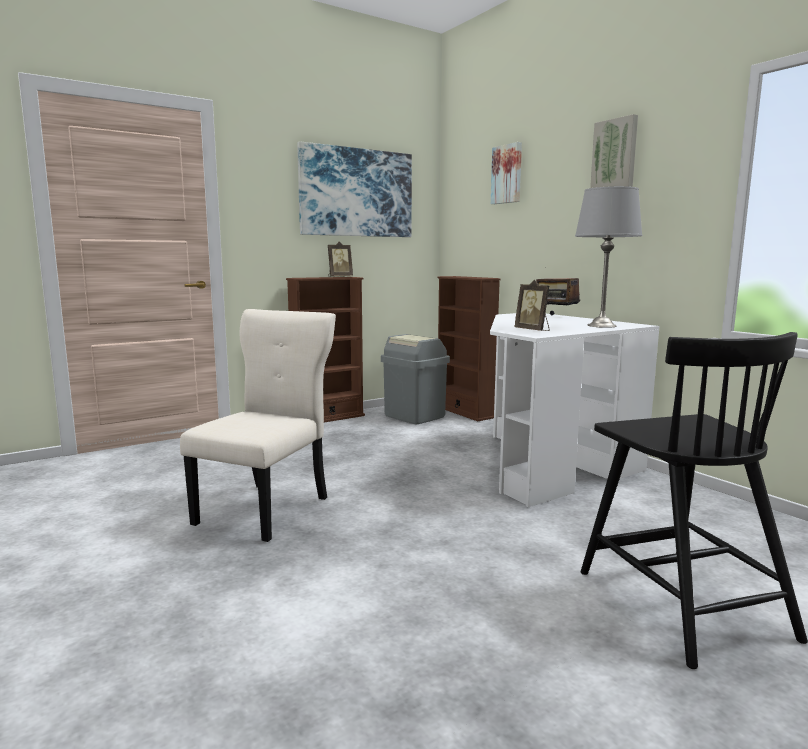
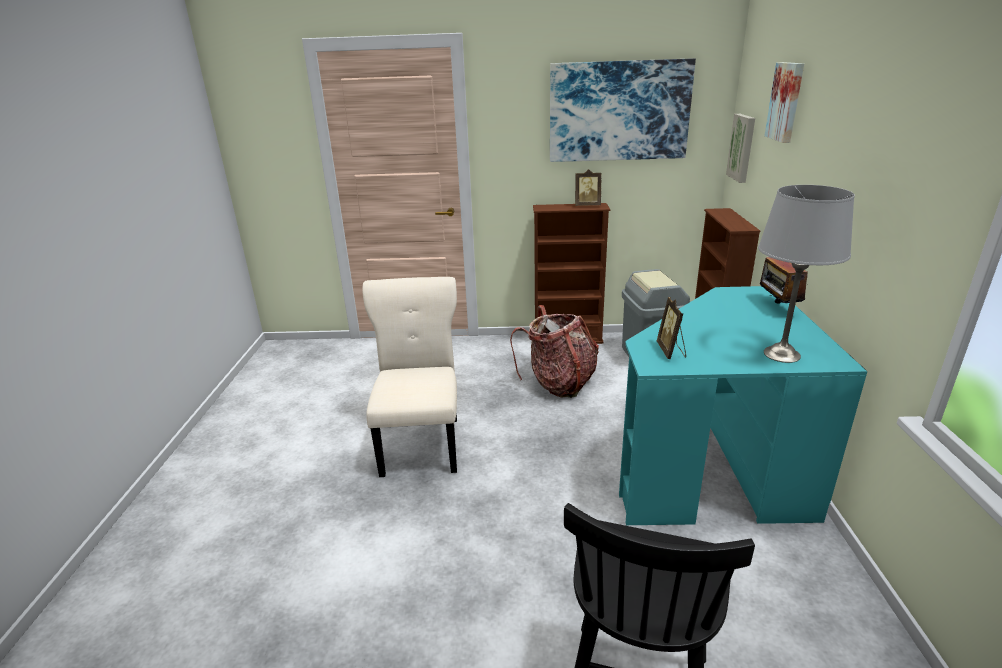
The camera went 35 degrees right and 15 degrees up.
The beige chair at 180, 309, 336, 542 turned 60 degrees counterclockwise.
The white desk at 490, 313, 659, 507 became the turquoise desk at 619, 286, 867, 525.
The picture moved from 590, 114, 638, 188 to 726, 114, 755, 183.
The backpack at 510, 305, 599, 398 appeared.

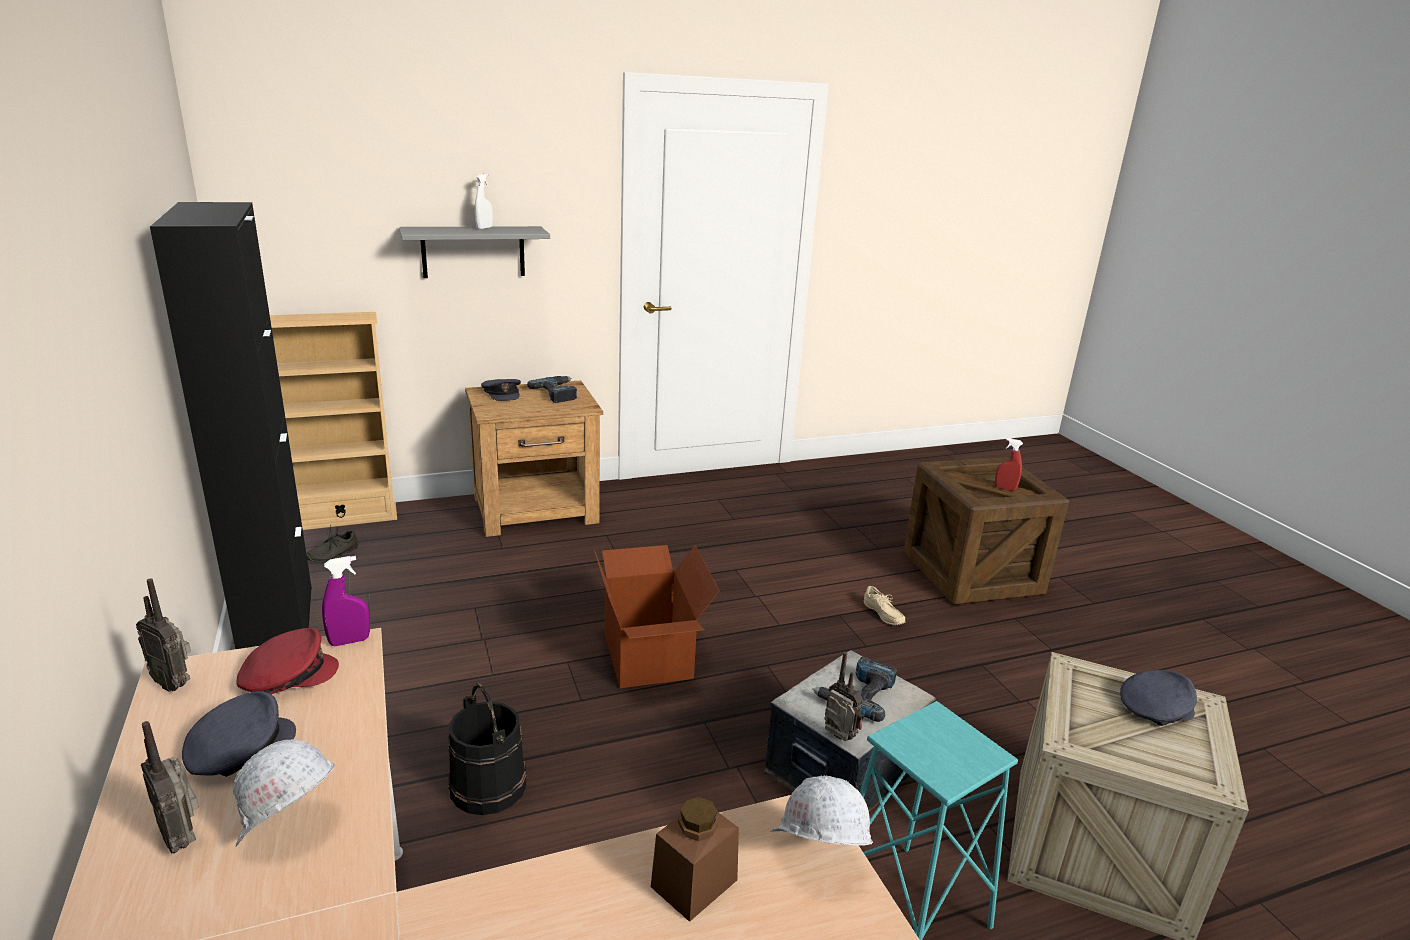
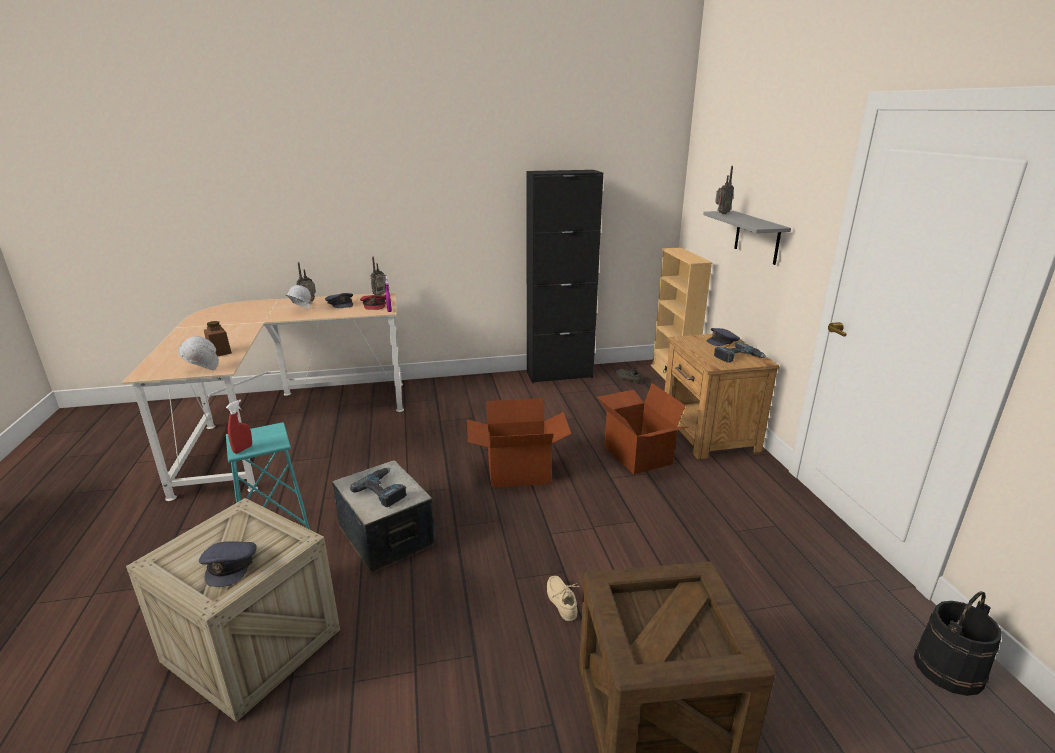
The camera went 100 degrees right and 0 degrees up.
The black bucket moved from 448, 683, 527, 815 to 914, 591, 1002, 696.
The white spray bottle at 475, 174, 493, 230 disappeared.
The radio moved from 824, 652, 864, 741 to 715, 166, 734, 214.
The beige shoe at 864, 586, 905, 625 turned 90 degrees clockwise.
The red spray bottle moved from 995, 438, 1023, 491 to 226, 399, 252, 454.
The cardboard box at 597, 383, 688, 474 appeared.

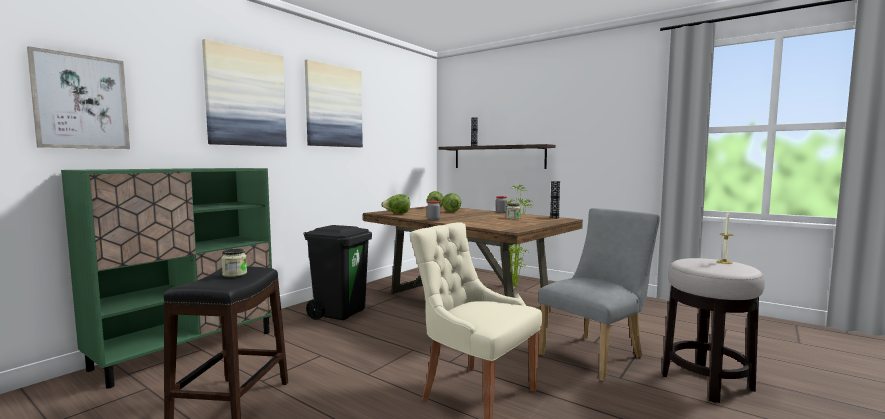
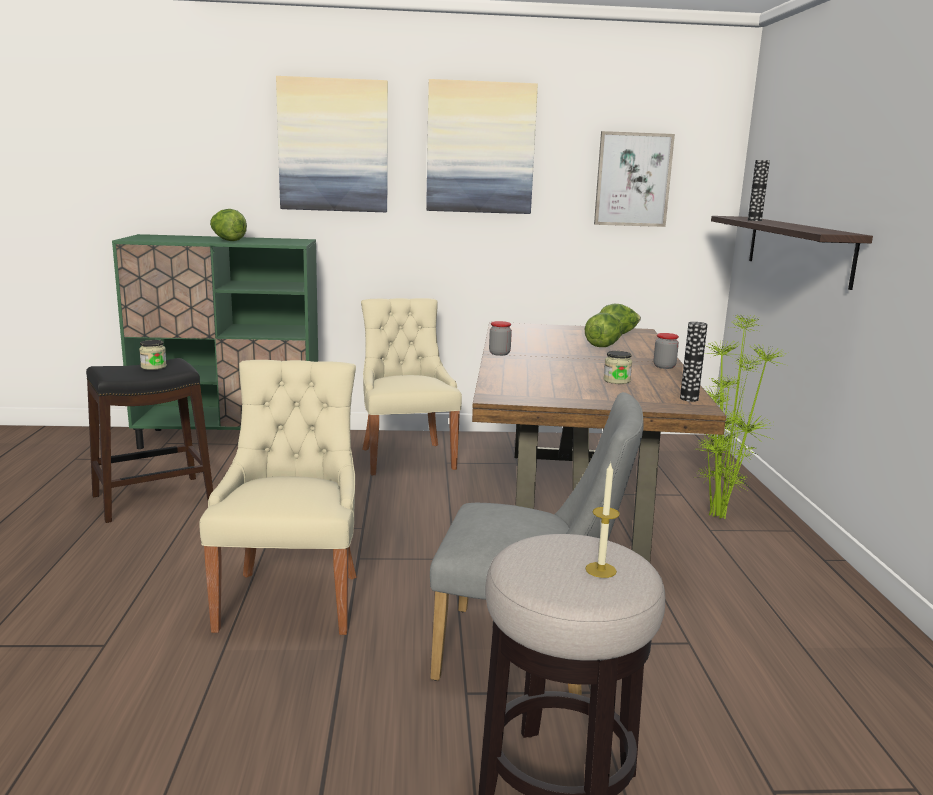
The camera went 50 degrees right and 10 degrees up.
The picture moved from 27, 46, 130, 149 to 594, 131, 675, 227.
The black trash can at 303, 225, 372, 320 was replaced by the beige chair at 361, 298, 462, 475.
The lettuce moved from 381, 194, 410, 214 to 210, 209, 247, 241.

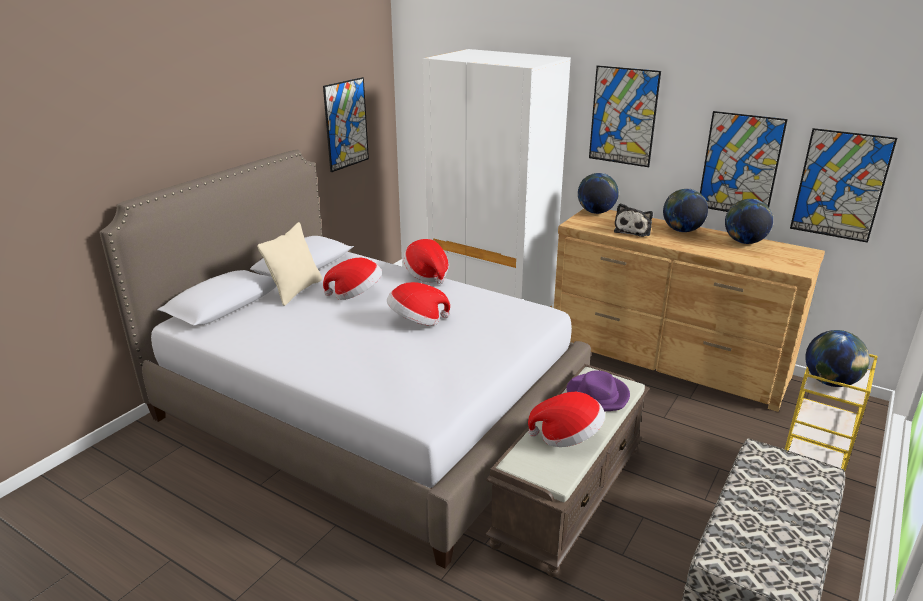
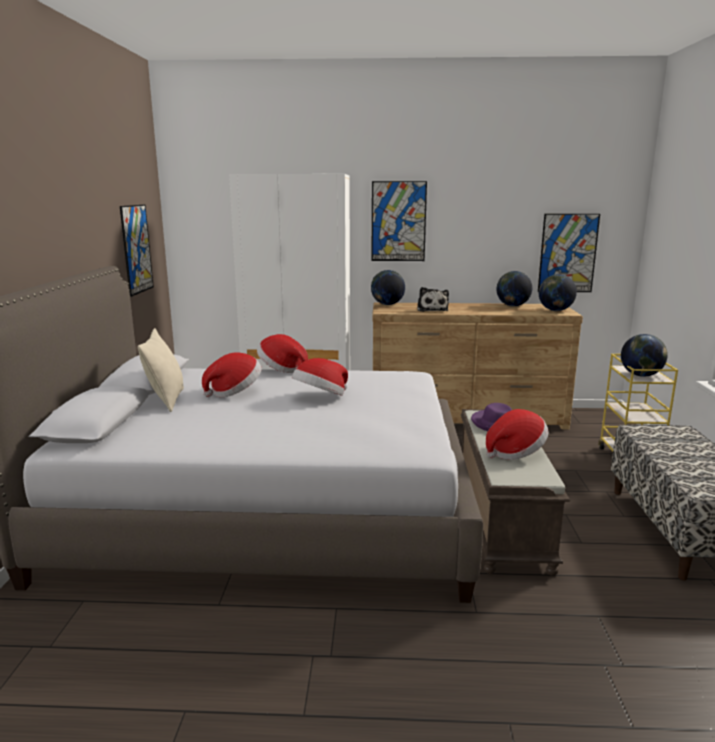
The camera went 30 degrees left and 10 degrees down.
The globe moved from 663, 189, 708, 232 to 539, 274, 577, 311.
The picture at 700, 111, 788, 212 disappeared.

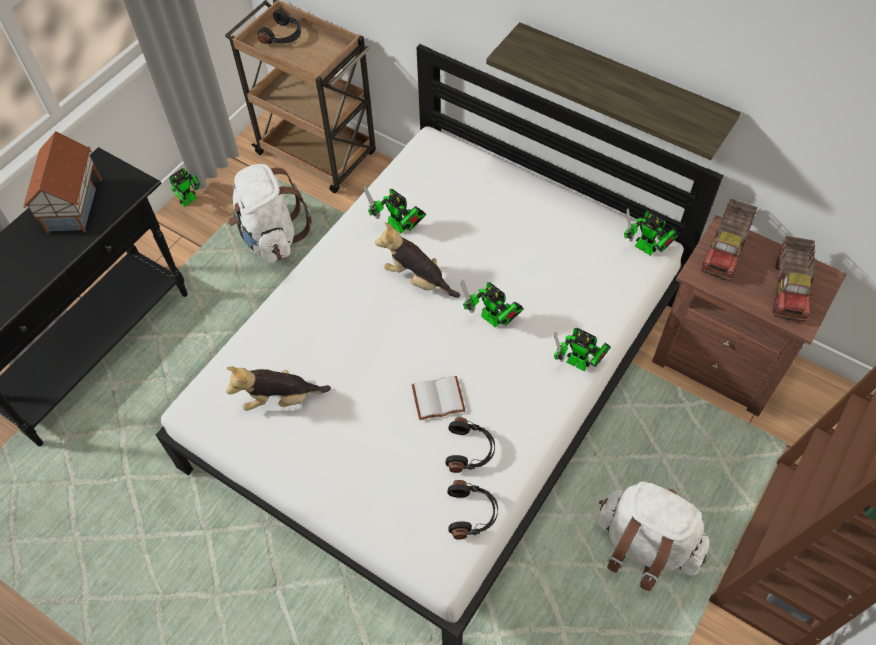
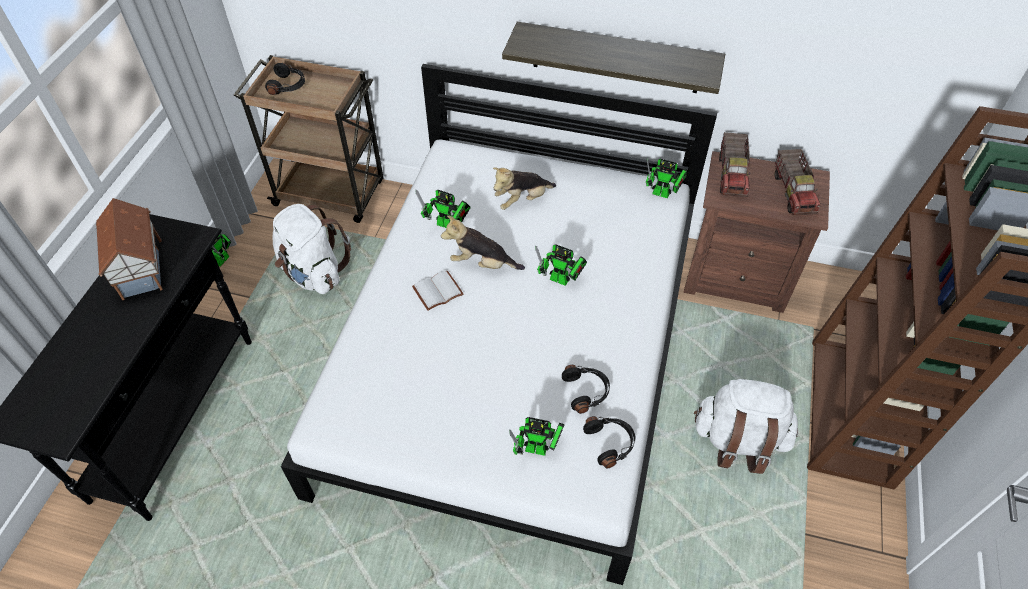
The camera went 20 degrees left and 5 degrees down.
The plush toy moved from 226, 366, 331, 411 to 493, 167, 556, 210.
The white book moved from 412, 376, 465, 420 to 412, 271, 464, 311.
The toy robot moved from 554, 328, 611, 371 to 509, 417, 564, 456.

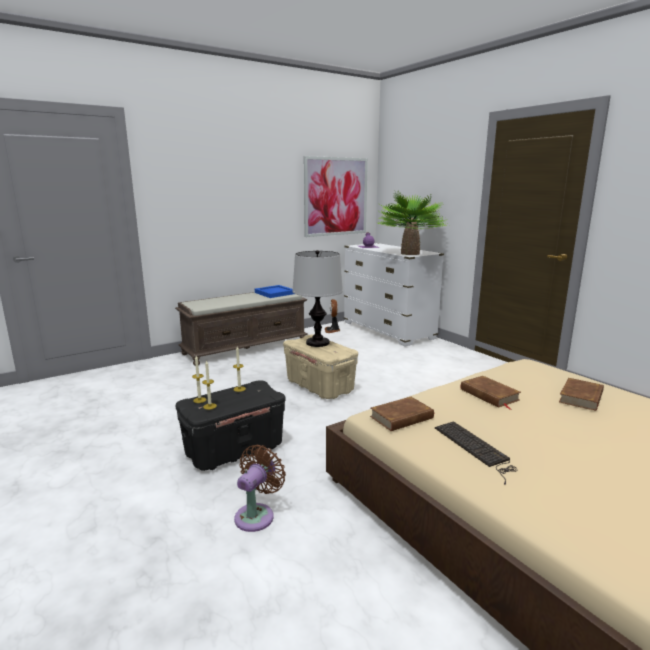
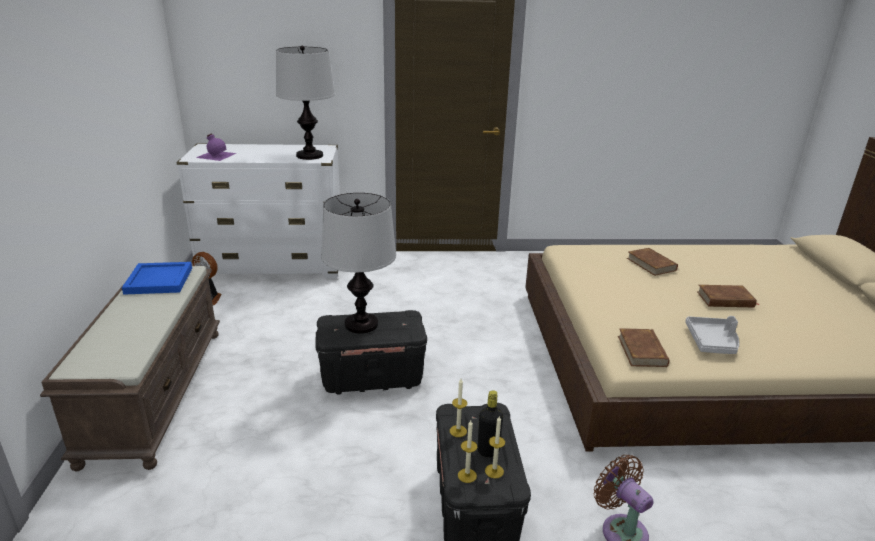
The camera went 60 degrees left and 10 degrees up.
The beige storage box at 283, 334, 358, 399 became the black storage box at 315, 310, 427, 395.
The picture at 304, 156, 368, 237 disappeared.
The potted plant at 377, 191, 448, 255 was replaced by the table lamp at 276, 46, 335, 160.
The keyboard at 435, 421, 518, 485 was replaced by the grey tray at 685, 316, 739, 354.
The brown book moved from 461, 376, 521, 409 to 697, 285, 759, 307.
The black bottle at 478, 390, 503, 457 appeared.

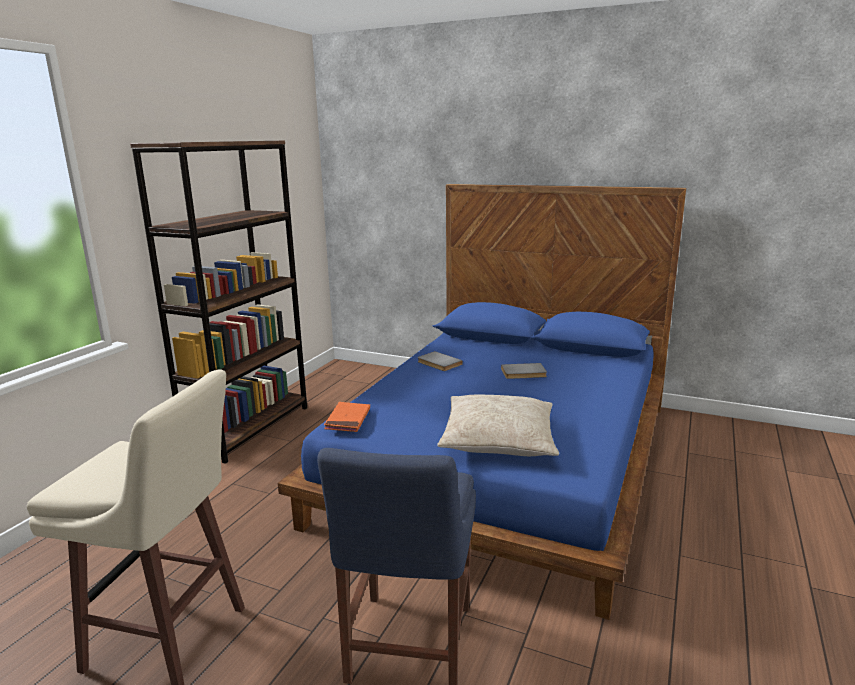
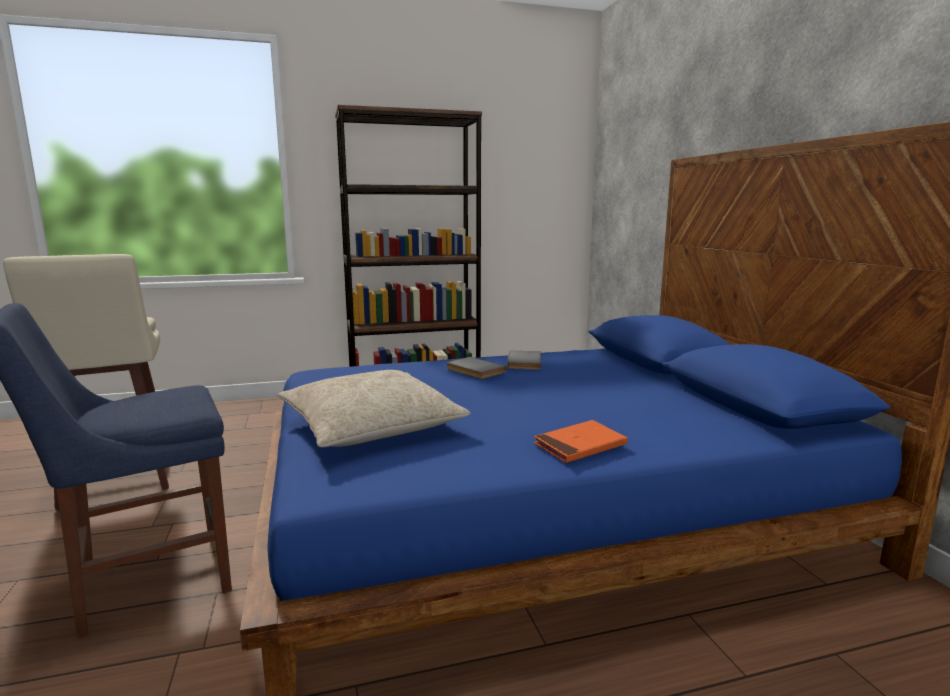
The camera went 50 degrees right and 5 degrees down.
The orange book moved from 324, 402, 370, 432 to 534, 420, 628, 463.
The grey book moved from 501, 363, 547, 379 to 447, 357, 506, 379.

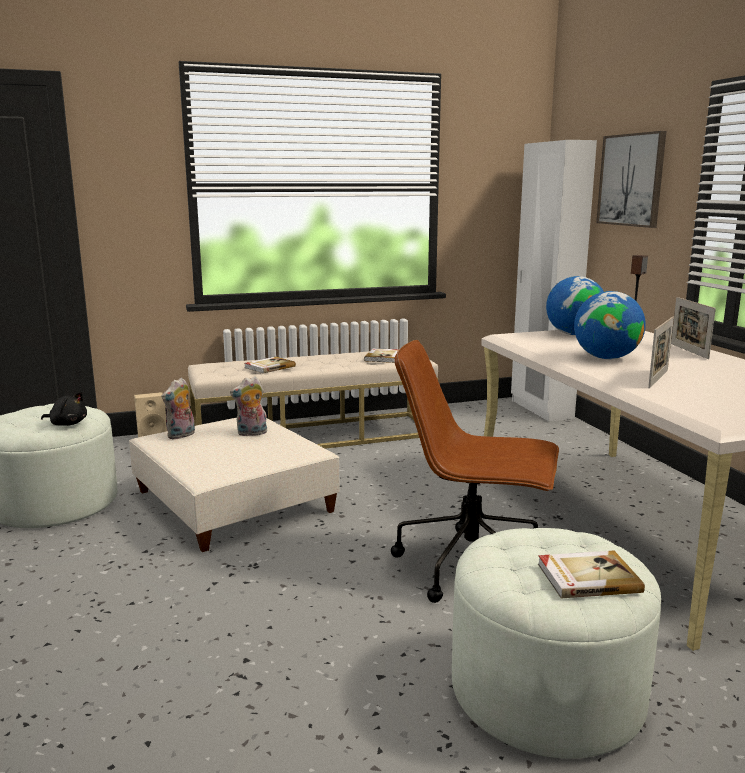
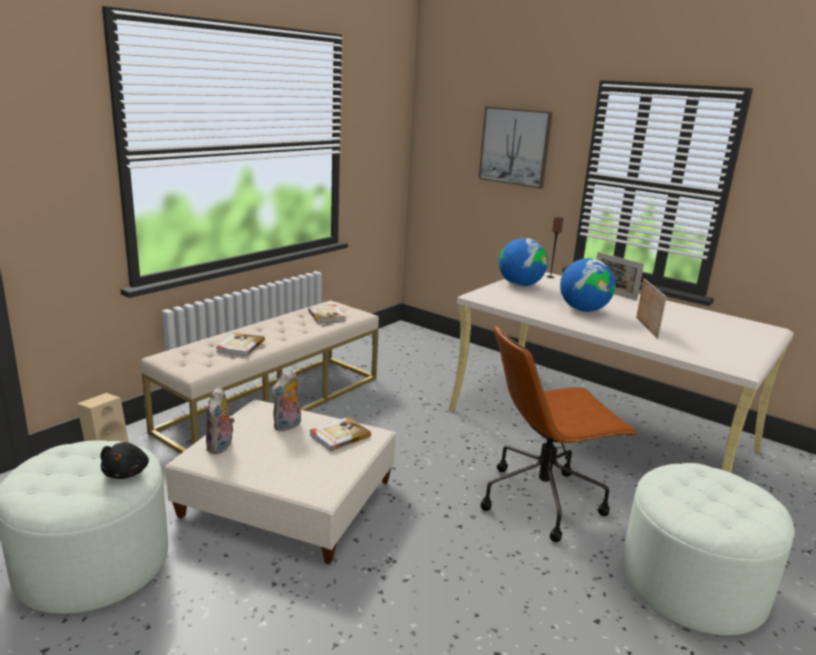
The camera went 35 degrees left and 5 degrees up.
The black plush toy at 41, 392, 87, 426 turned 105 degrees clockwise.
The white wardrobe at 511, 140, 597, 422 disappeared.
The book moved from 538, 551, 645, 599 to 310, 417, 371, 451.

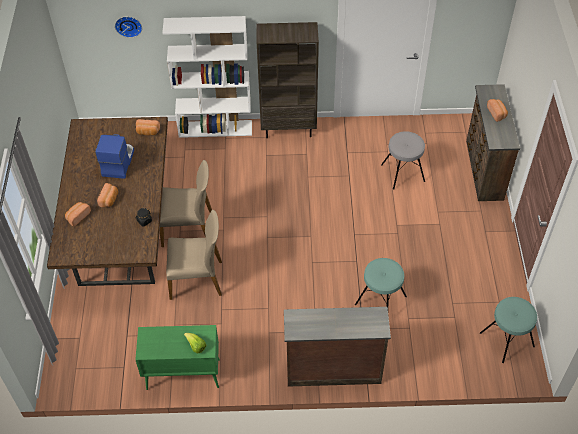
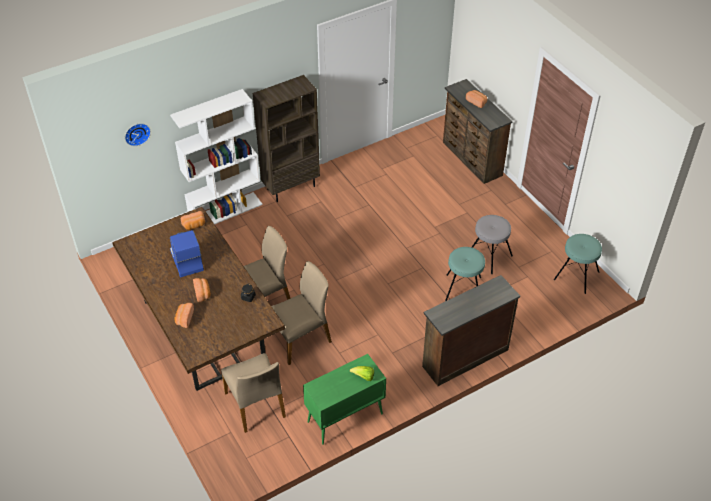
The camera went 30 degrees left and 5 degrees down.
The grey stool moved from 381, 131, 425, 190 to 472, 215, 513, 274.
The beige chair at 221, 353, 286, 433 appeared.

